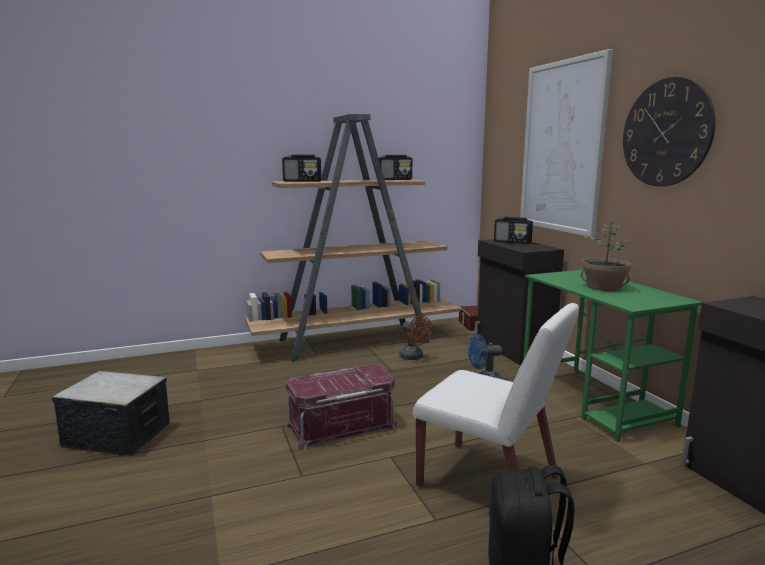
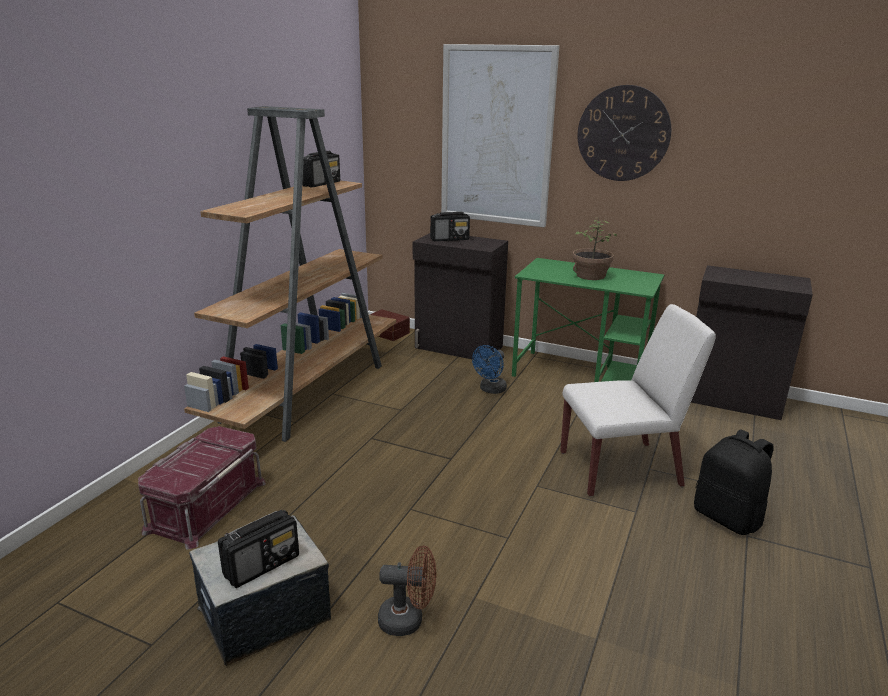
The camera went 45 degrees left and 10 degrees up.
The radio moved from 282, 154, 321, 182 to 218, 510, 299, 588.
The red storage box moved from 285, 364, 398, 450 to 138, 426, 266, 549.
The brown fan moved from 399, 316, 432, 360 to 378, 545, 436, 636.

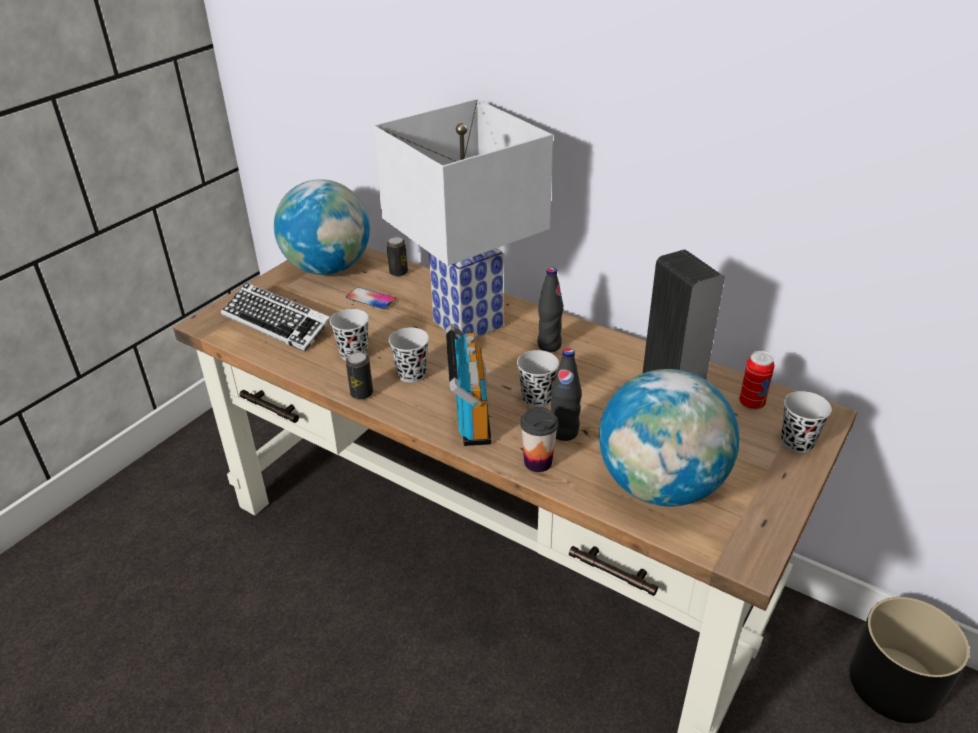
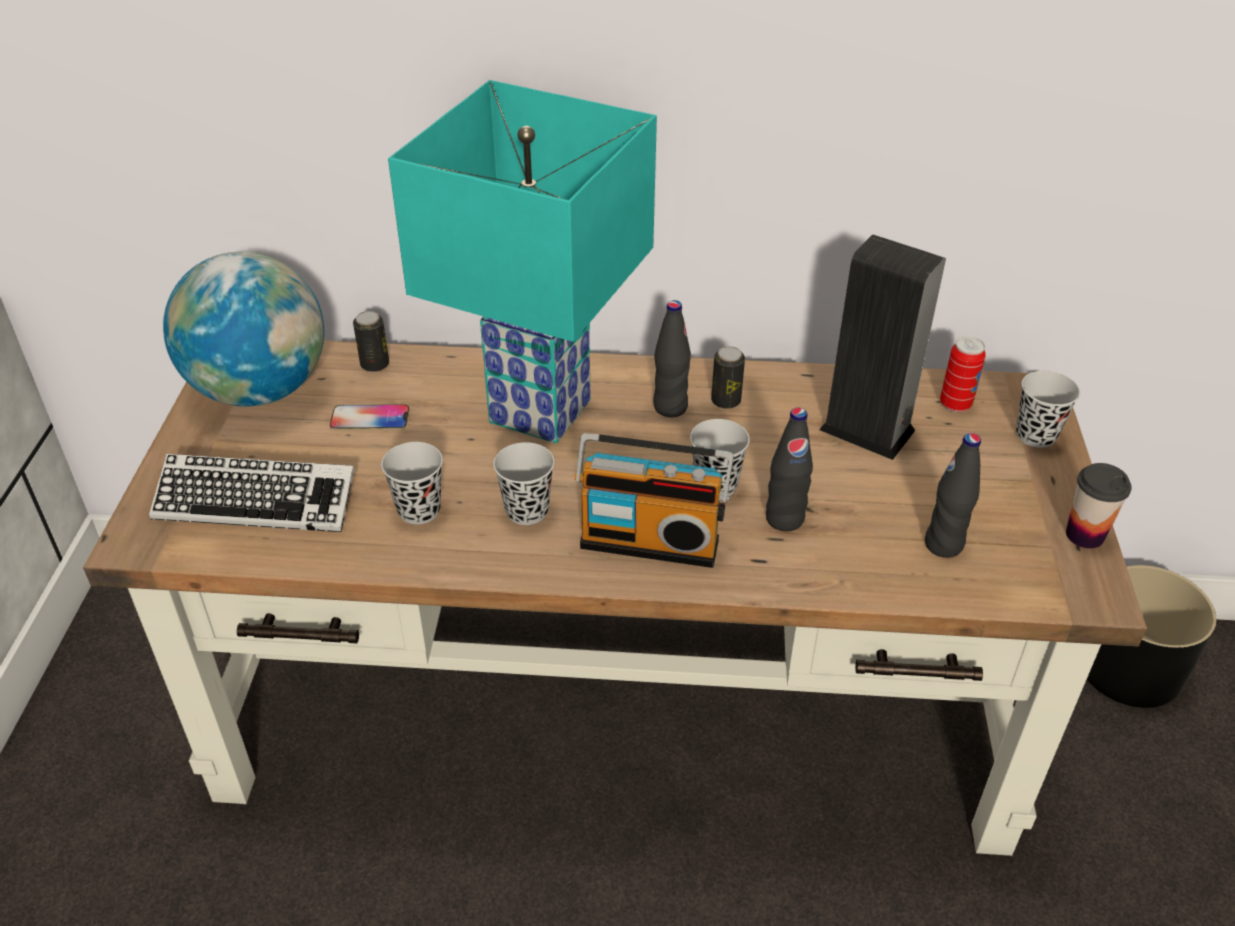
The camera went 30 degrees left and 5 degrees up.
The can moved from 346, 352, 373, 400 to 711, 346, 745, 409.
The white table lamp at 373, 99, 553, 339 became the turquoise table lamp at 388, 80, 657, 443.
The radio at 446, 324, 491, 446 turned 135 degrees clockwise.
The cup moved from 520, 408, 559, 472 to 1066, 463, 1132, 549.
The globe at 599, 369, 739, 507 was replaced by the black bottle at 925, 433, 981, 558.

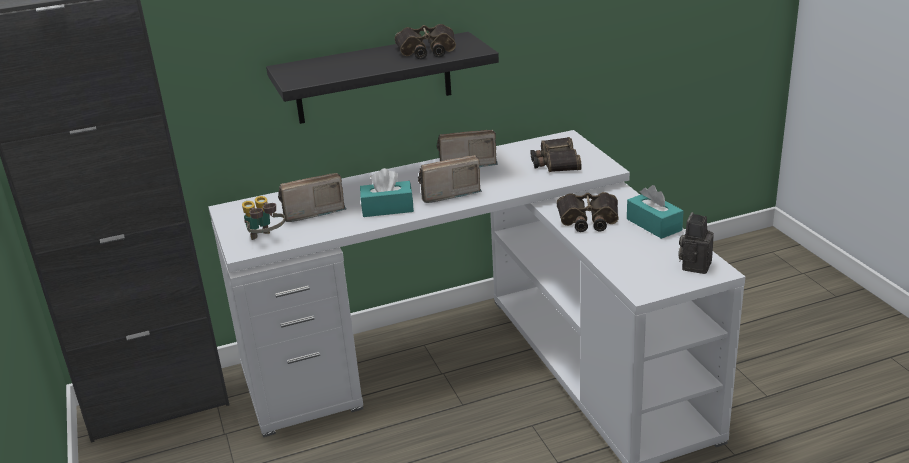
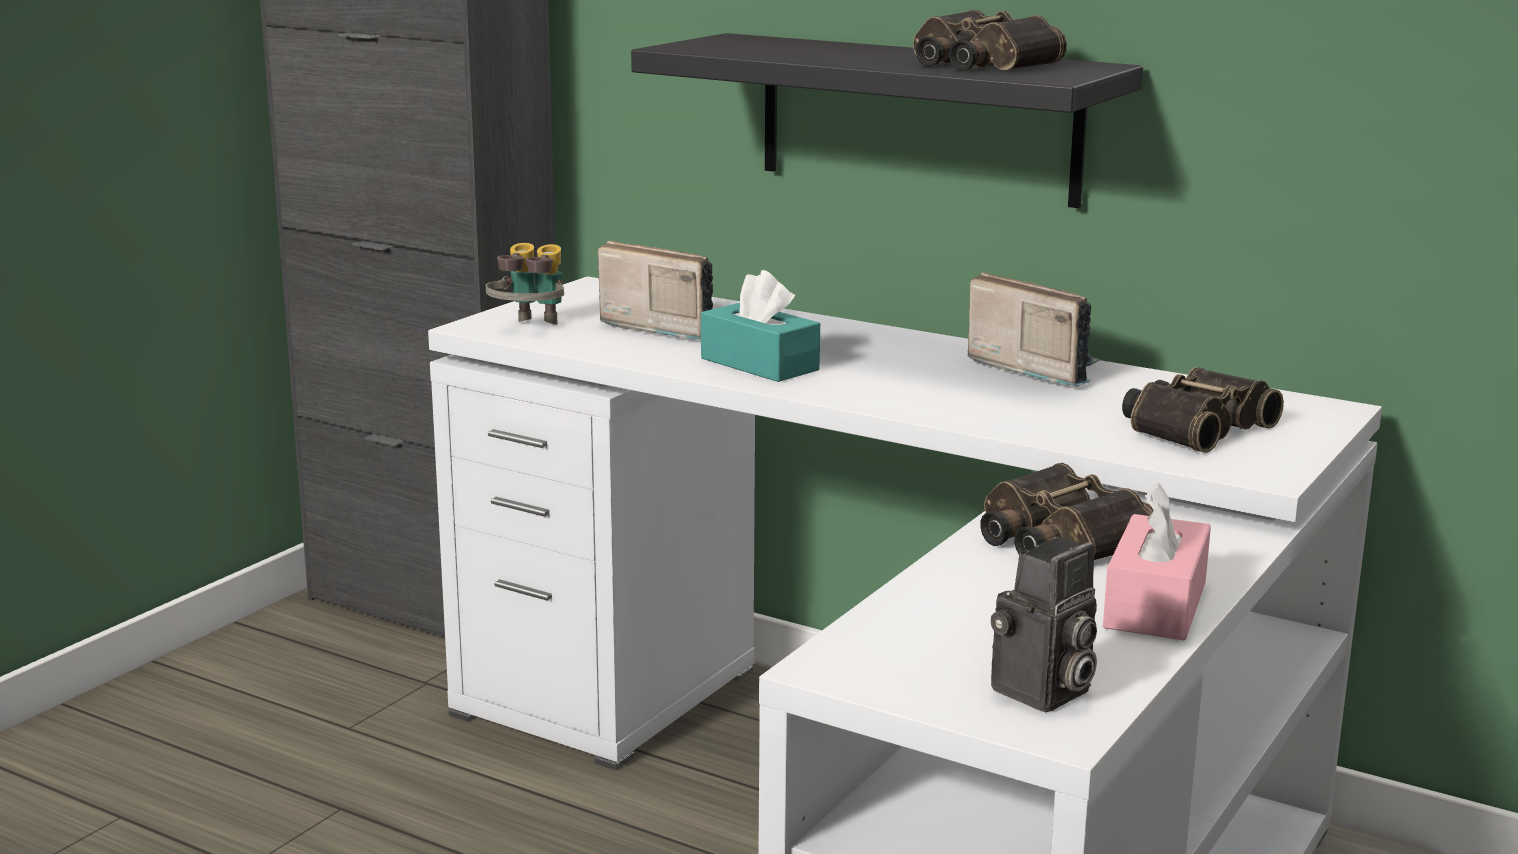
The camera went 50 degrees right and 10 degrees down.
The radio at 418, 155, 482, 203 disappeared.
The turquoise tissue box at 627, 185, 684, 239 became the pink tissue box at 1103, 483, 1211, 641.
The photo camera at 678, 212, 714, 274 turned 150 degrees clockwise.

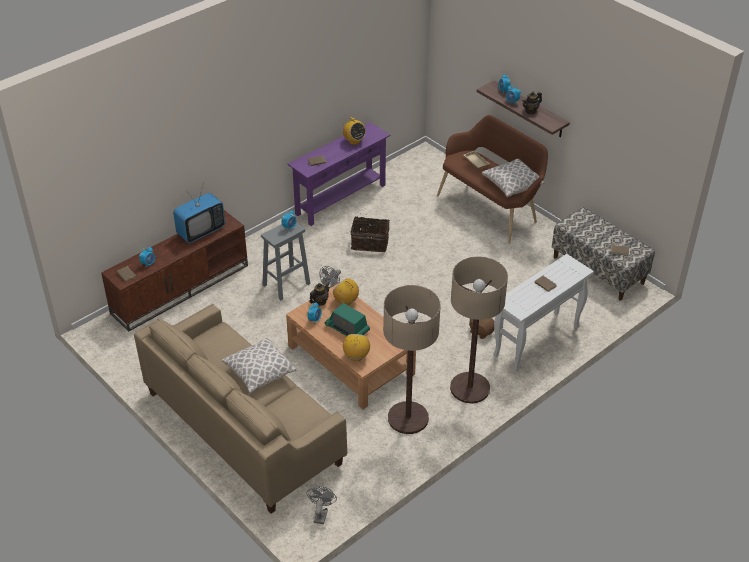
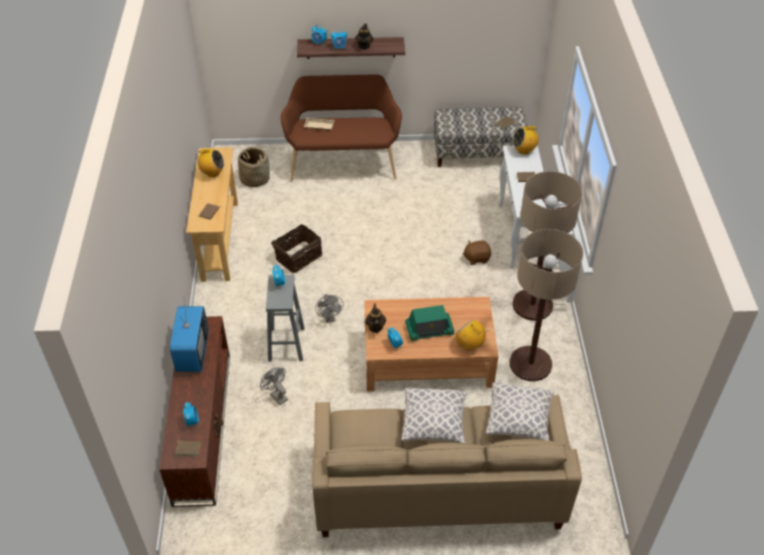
The camera went 50 degrees left and 5 degrees up.
The purple console table at 288, 122, 391, 226 became the beige console table at 186, 147, 238, 282.
The grey fan moved from 306, 486, 337, 524 to 260, 367, 288, 405.
The radio moved from 333, 278, 360, 305 to 512, 126, 538, 155.
The pillow moved from 482, 159, 544, 197 to 486, 383, 554, 441.
The basket at 238, 147, 270, 187 appeared.

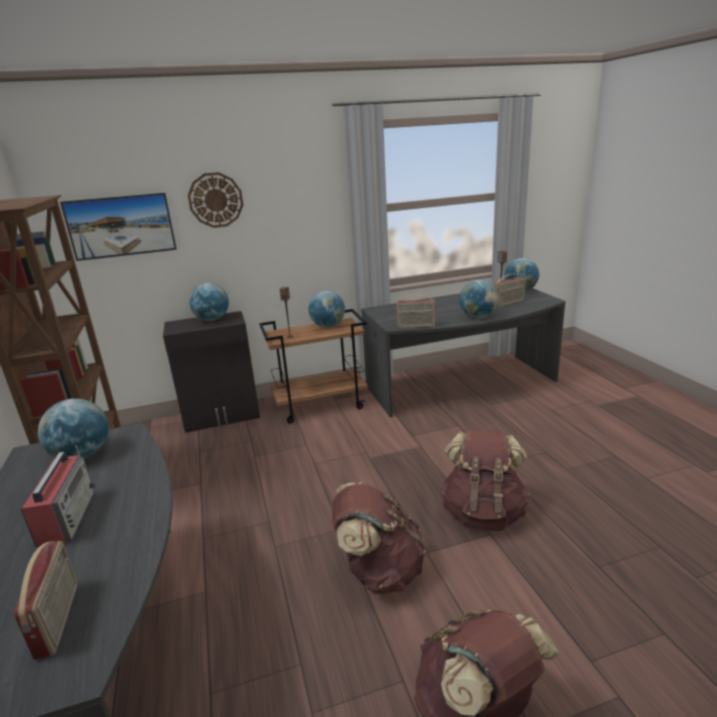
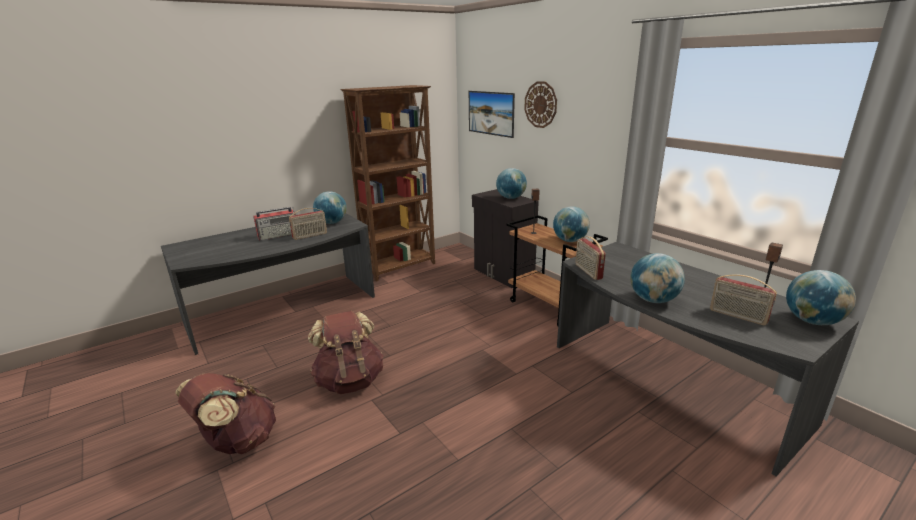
The camera went 70 degrees right and 0 degrees up.
The radio moved from 14, 541, 78, 660 to 289, 208, 327, 240.
The brown backpack at 439, 430, 530, 531 disappeared.

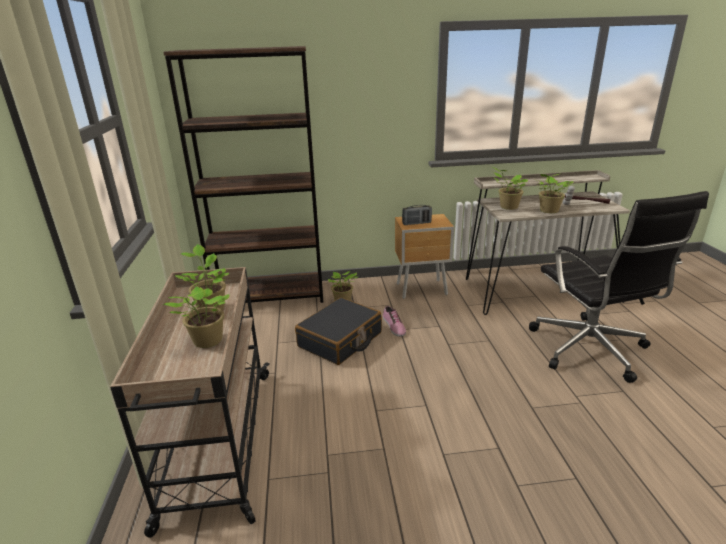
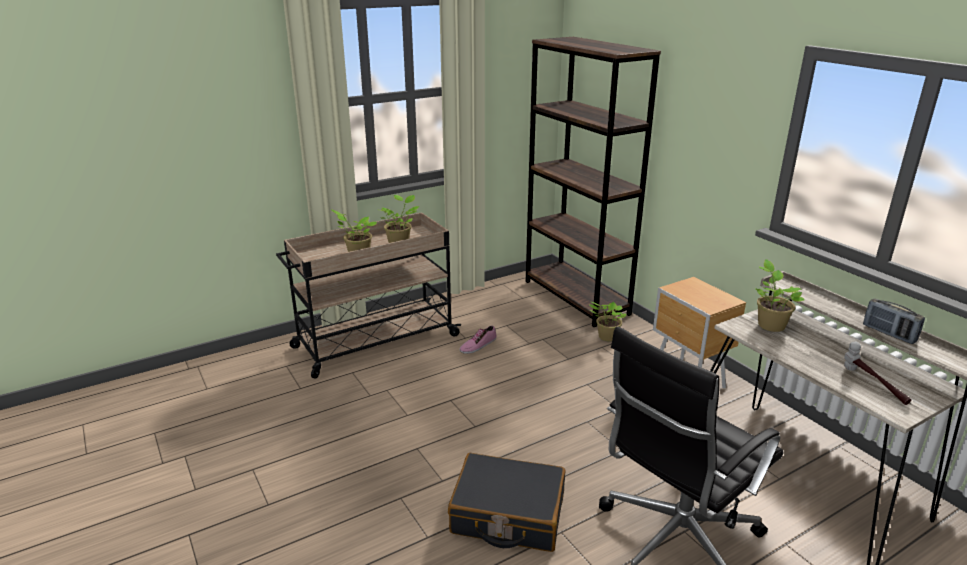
The camera went 65 degrees right and 0 degrees up.
The black suitcase moved from 295, 298, 382, 365 to 448, 453, 565, 552.
The shoe moved from 383, 306, 406, 337 to 459, 326, 496, 354.
The radio moved from 402, 205, 432, 225 to 863, 298, 925, 344.
The potted plant at 537, 174, 574, 213 disappeared.

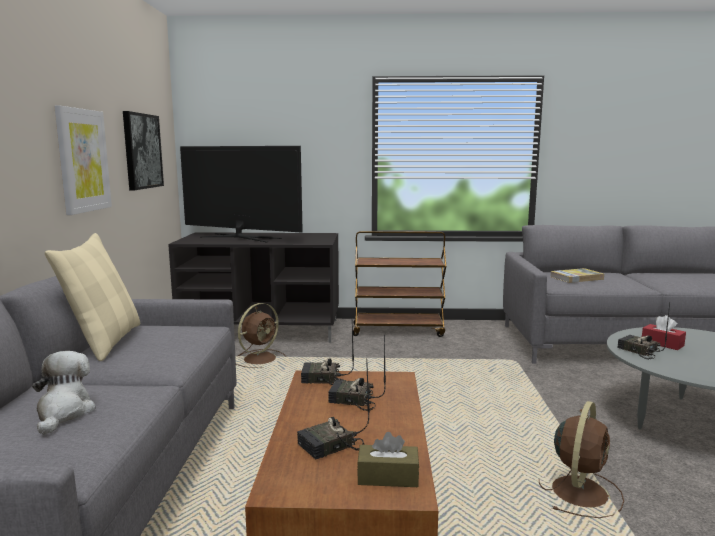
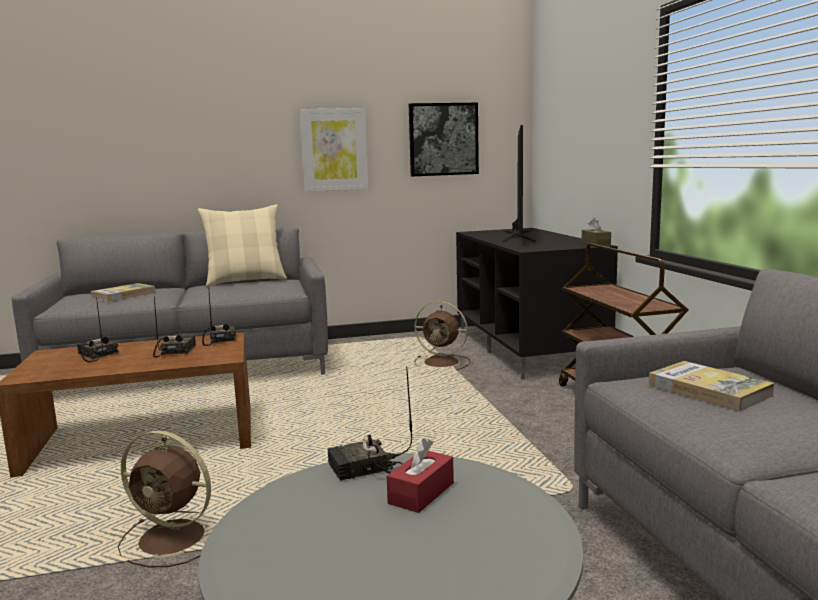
The camera went 75 degrees right and 0 degrees up.
The plush toy at 32, 351, 96, 435 was replaced by the book at 90, 283, 156, 302.
The brown tissue box moved from 357, 432, 419, 487 to 581, 218, 611, 246.
The radio at 617, 302, 670, 359 turned 150 degrees counterclockwise.

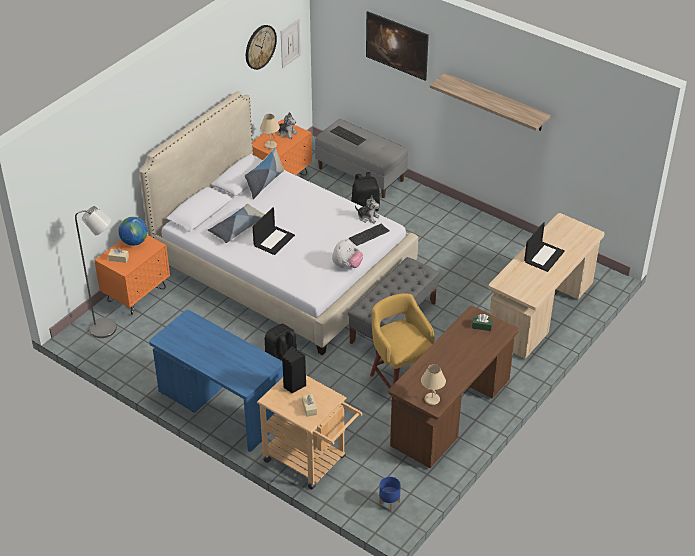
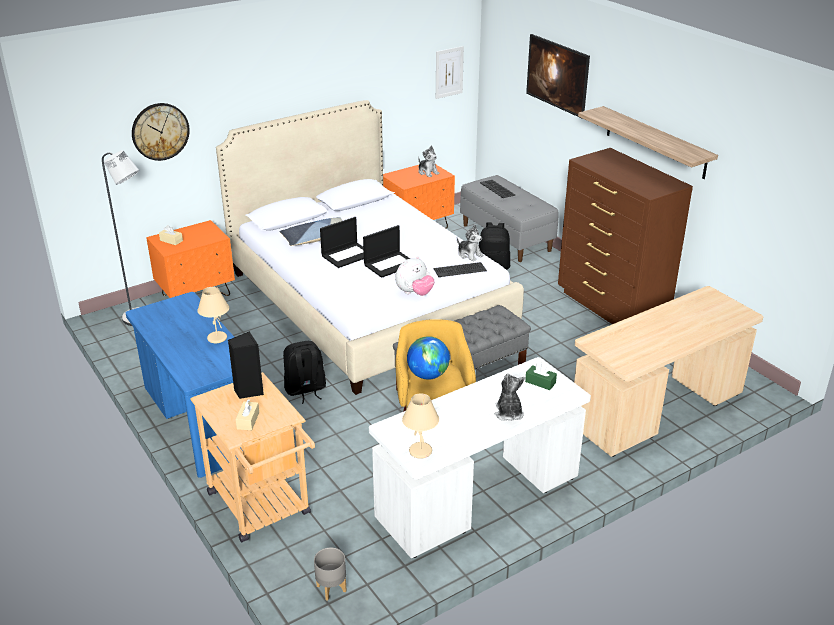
The camera went 20 degrees right and 10 degrees down.
The globe moved from 118, 217, 148, 246 to 407, 336, 450, 380.
The pillow at 244, 147, 284, 199 disappeared.
The wall clock moved from 246, 25, 277, 70 to 132, 103, 190, 161.
The beige table lamp moved from 260, 114, 280, 149 to 197, 287, 229, 343.
The blue planter at 379, 477, 401, 511 became the grey planter at 314, 548, 347, 601.
The brown desk at 388, 306, 519, 468 became the white desk at 369, 357, 591, 559.
The laptop moved from 524, 222, 565, 272 to 363, 225, 410, 278.
The plush toy at 495, 373, 525, 421 appeared.
The brown dresser at 558, 148, 693, 324 appeared.

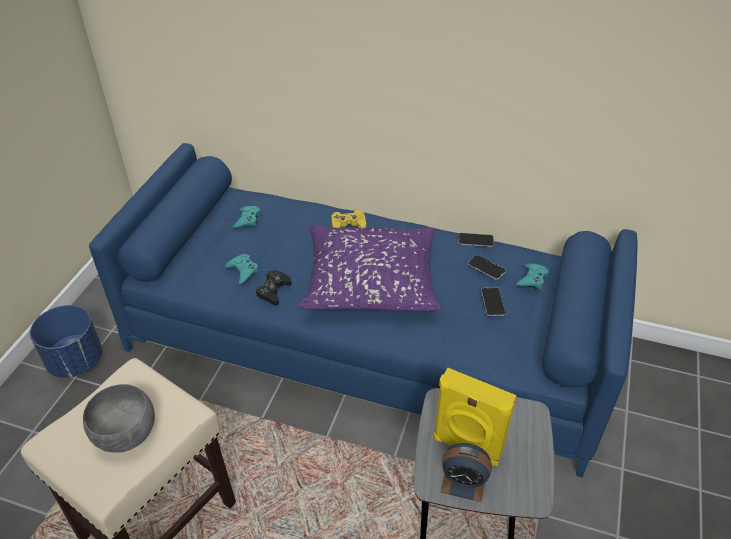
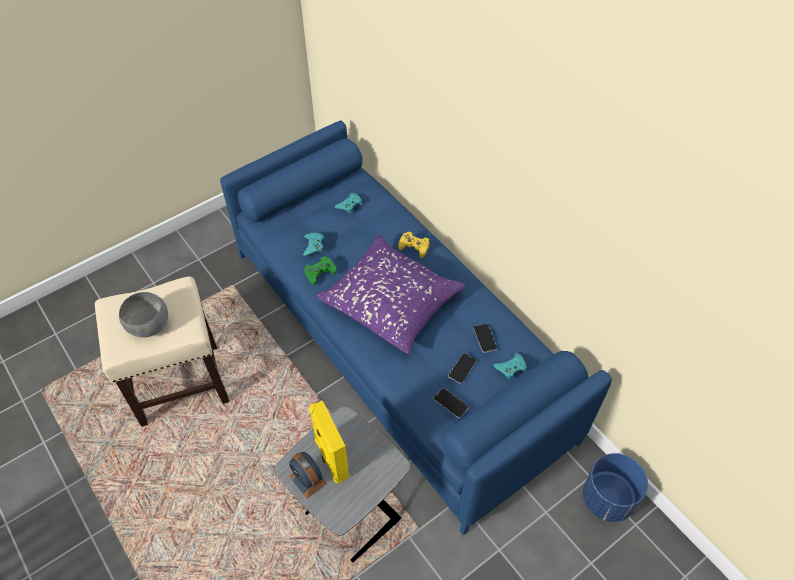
The camera went 35 degrees right and 10 degrees up.
The blue planter moved from 30, 305, 102, 378 to 583, 453, 648, 522.
The black game controller at 255, 270, 291, 306 became the green game controller at 305, 256, 337, 285.
The phone moved from 459, 233, 494, 247 to 434, 388, 468, 418.

